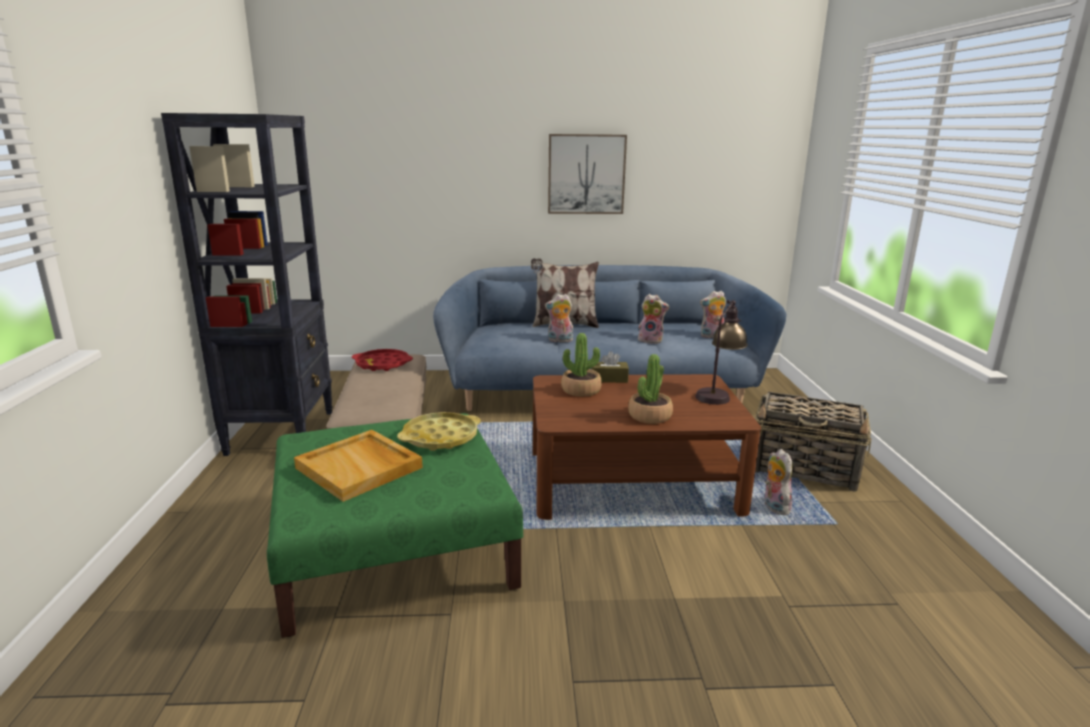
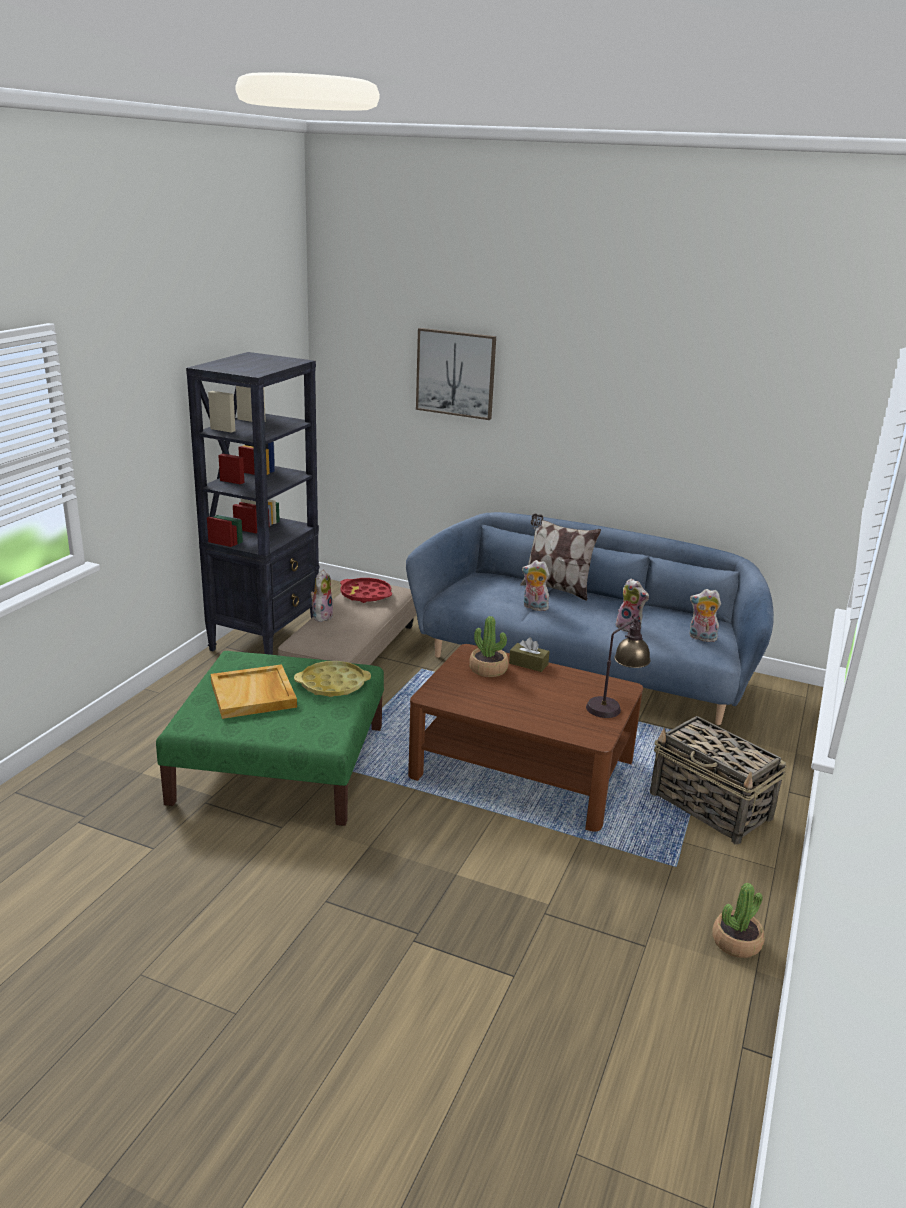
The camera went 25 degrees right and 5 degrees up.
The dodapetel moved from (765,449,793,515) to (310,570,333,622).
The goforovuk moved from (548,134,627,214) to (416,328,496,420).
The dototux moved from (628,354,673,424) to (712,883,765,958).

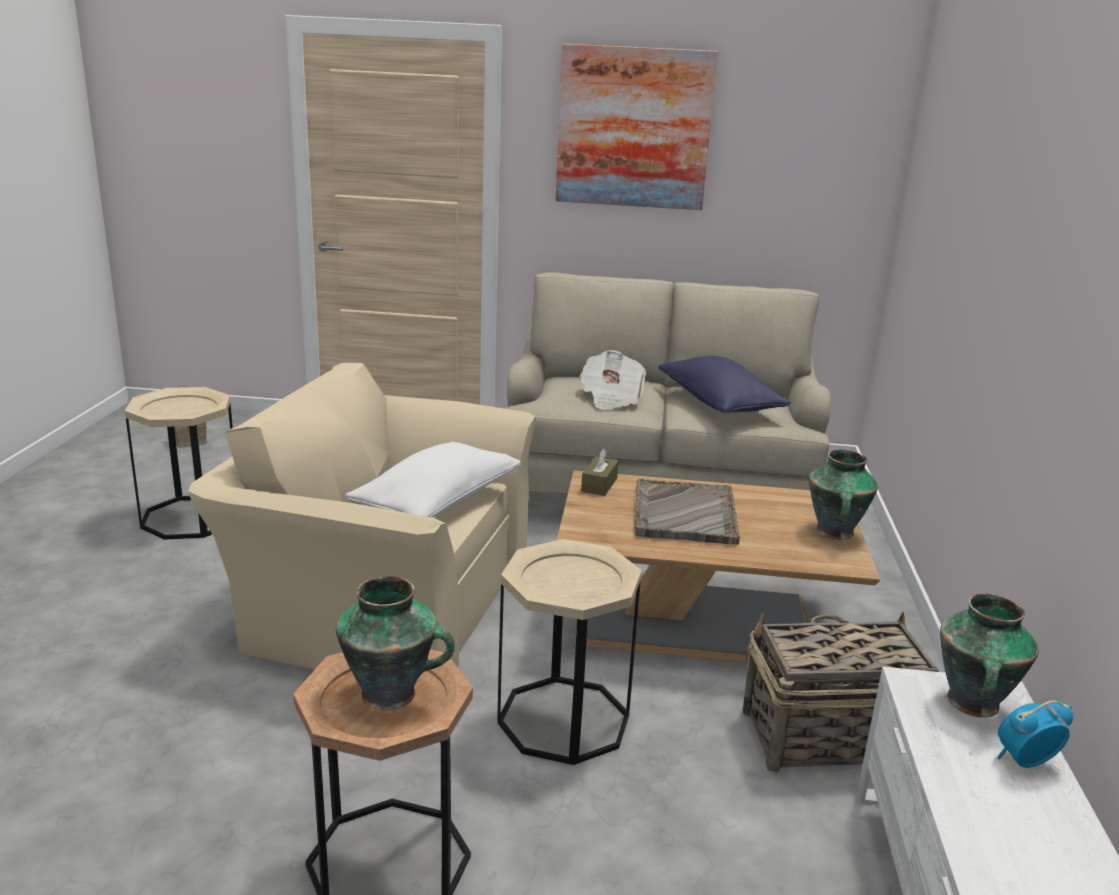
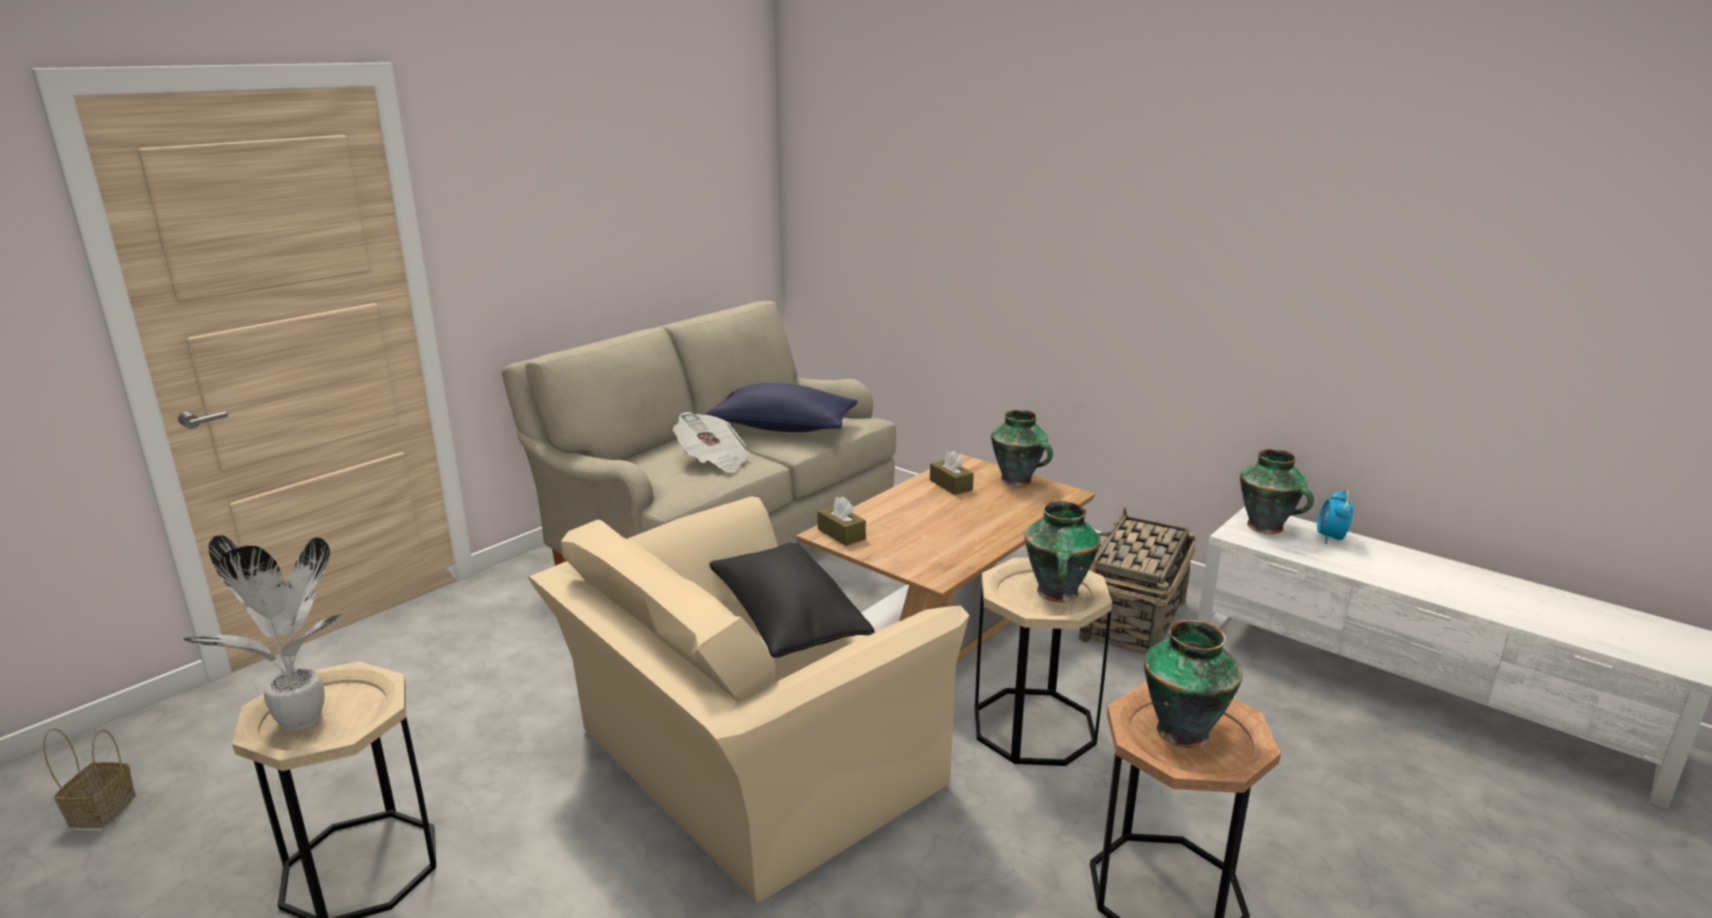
The camera went 55 degrees left and 0 degrees up.
The dototux at (183,535,341,731) appeared.
The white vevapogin at (345,442,521,517) became the black vevapogin at (710,543,875,658).
The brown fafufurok at (930,451,974,495) appeared.
The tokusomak at (1024,501,1101,603) appeared.
The goforovuk at (556,44,718,210) disappeared.
The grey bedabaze at (635,479,740,545) disappeared.

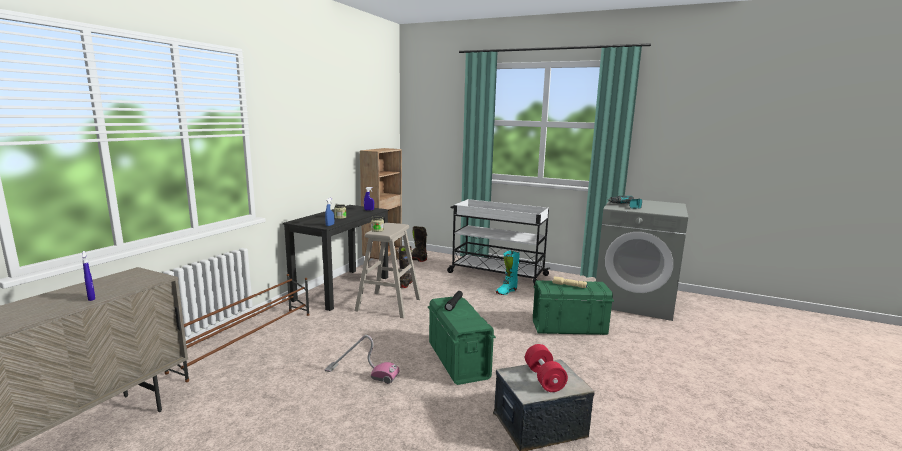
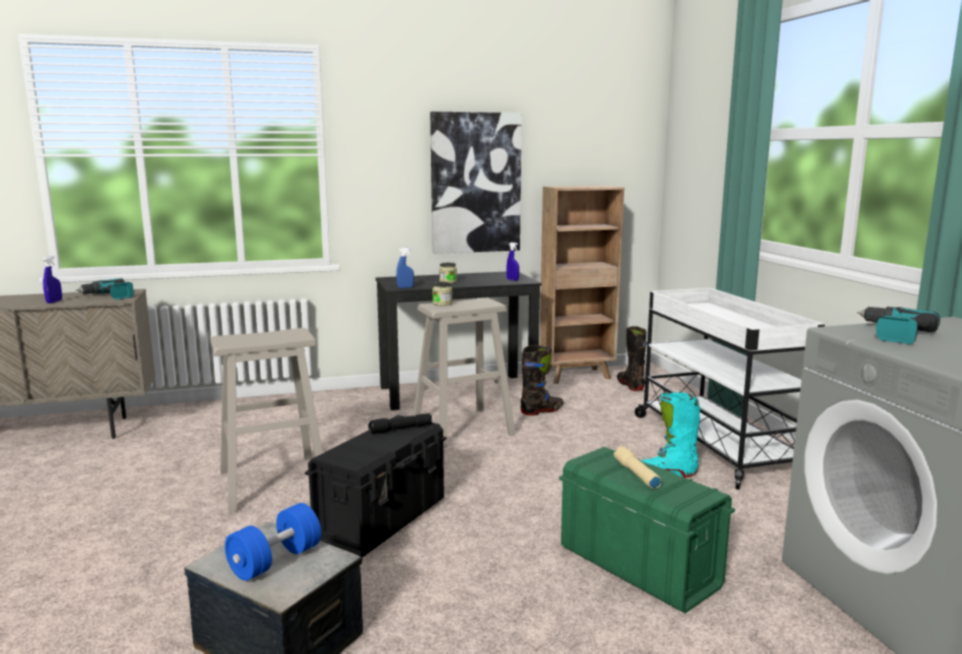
The camera went 50 degrees right and 0 degrees up.
The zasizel at (76,278,134,300) appeared.
The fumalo at (325,335,400,384) was replaced by the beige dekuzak at (211,328,323,513).
The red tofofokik at (525,344,568,392) became the blue tofofokik at (225,503,321,581).
The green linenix at (428,297,496,385) became the black linenix at (305,415,446,558).
The goforovuk at (430,112,522,254) appeared.
The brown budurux at (165,274,310,382) disappeared.

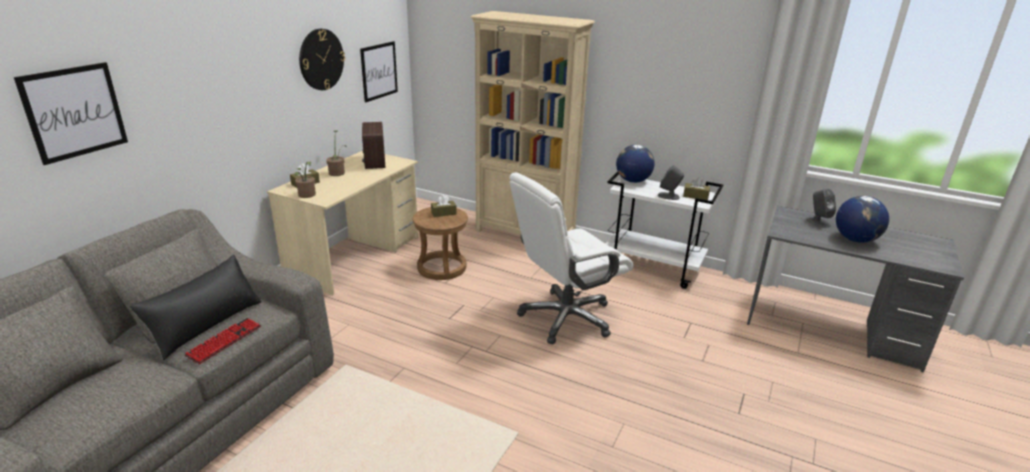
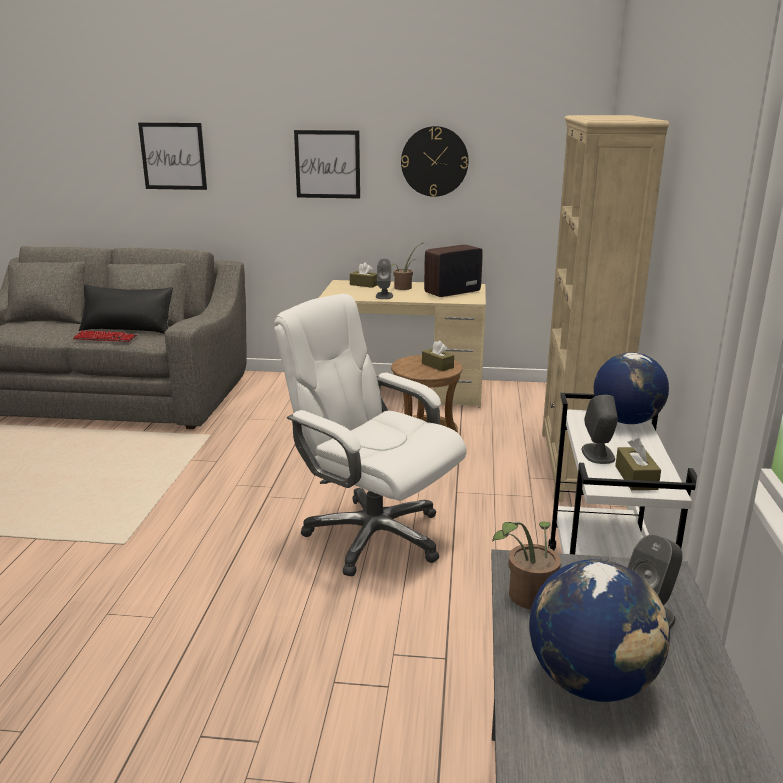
The camera went 70 degrees right and 5 degrees down.
The goforovuk moved from (360,41,398,102) to (294,130,360,199).
The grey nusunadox at (376,259,393,299) appeared.
The dototux moved from (295,162,316,198) to (492,522,561,609).

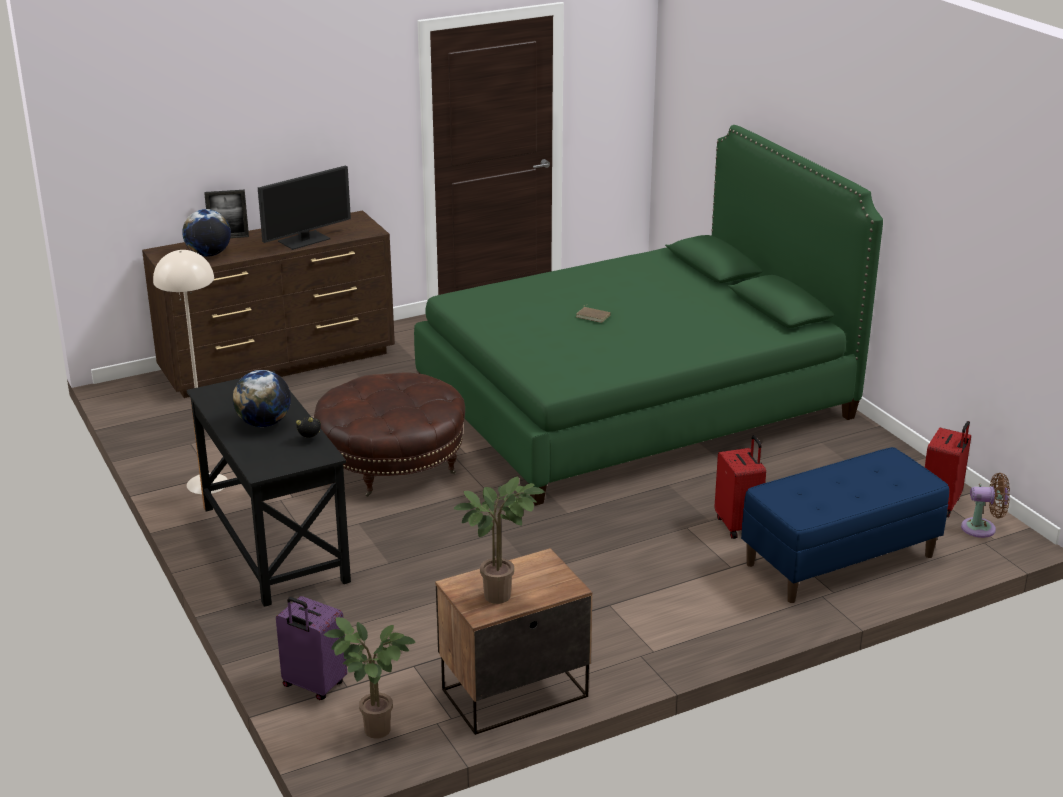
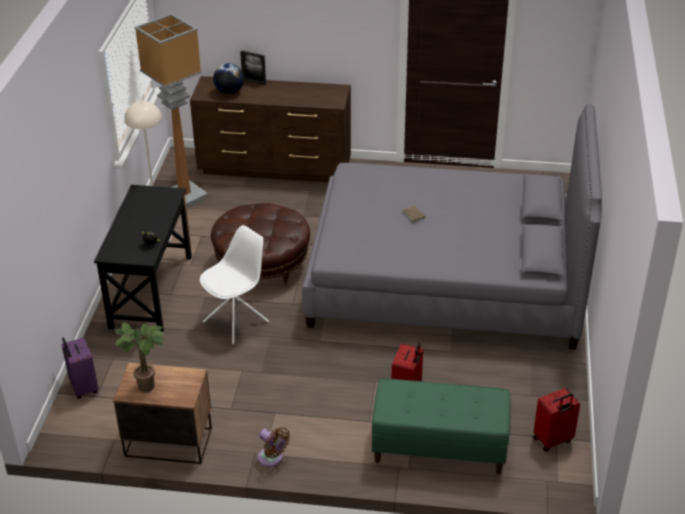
The camera went 35 degrees right and 10 degrees up.
The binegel at (134,13,208,208) appeared.
The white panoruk at (200,225,269,344) appeared.
The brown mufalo moved from (961,473,1010,538) to (258,427,290,467).
The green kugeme at (414,125,883,506) became the grey kugeme at (302,104,602,350).
The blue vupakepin at (741,447,949,603) became the green vupakepin at (372,378,510,475).
The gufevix at (233,370,291,427) disappeared.
The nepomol at (258,165,351,250) disappeared.
The dototux at (324,617,416,739) disappeared.

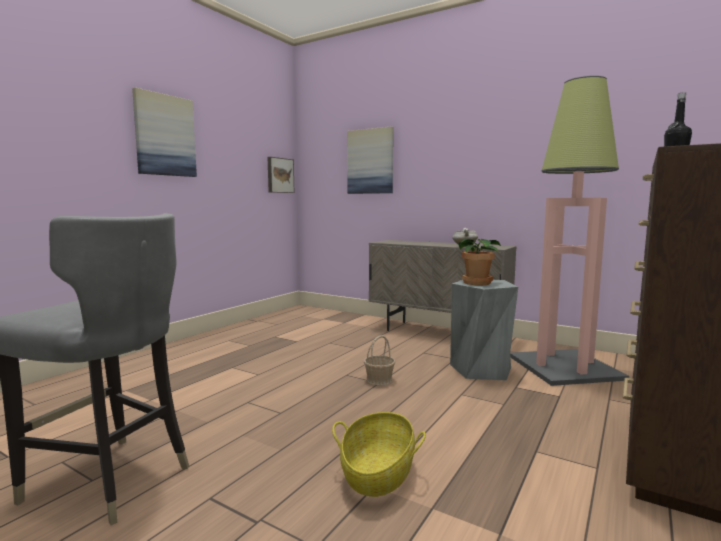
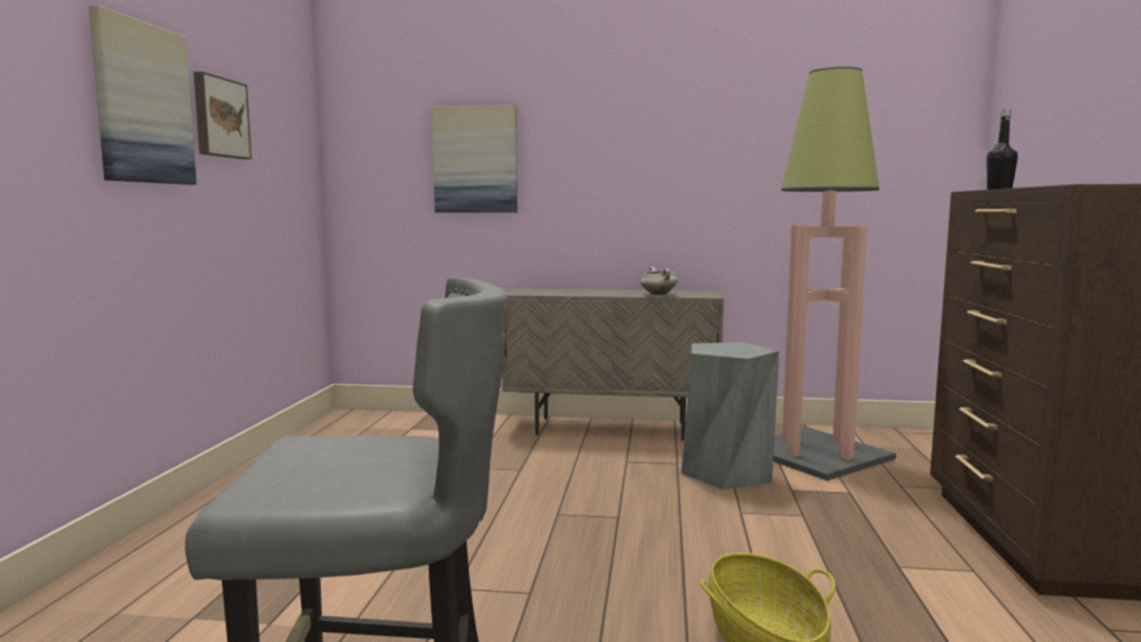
The camera went 25 degrees left and 0 degrees up.
The goforovuk moved from (268,157,294,193) to (194,72,252,159).
The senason at (364,335,395,386) disappeared.
The dototux at (459,239,501,286) disappeared.

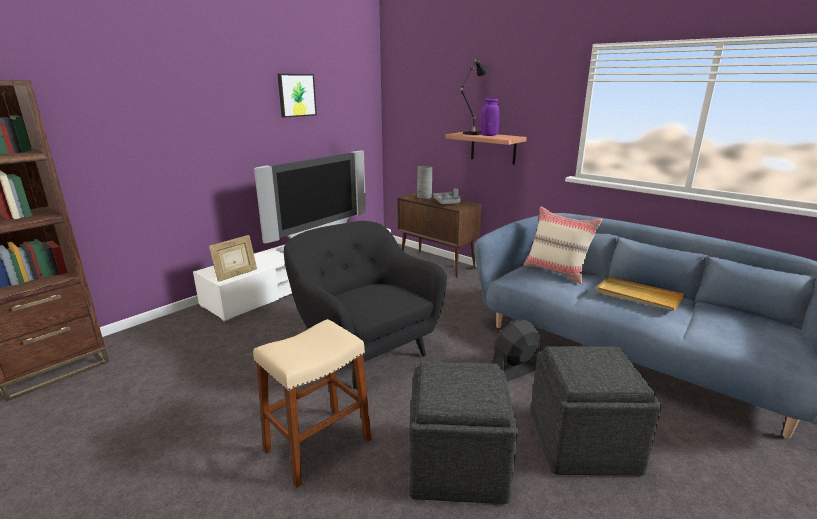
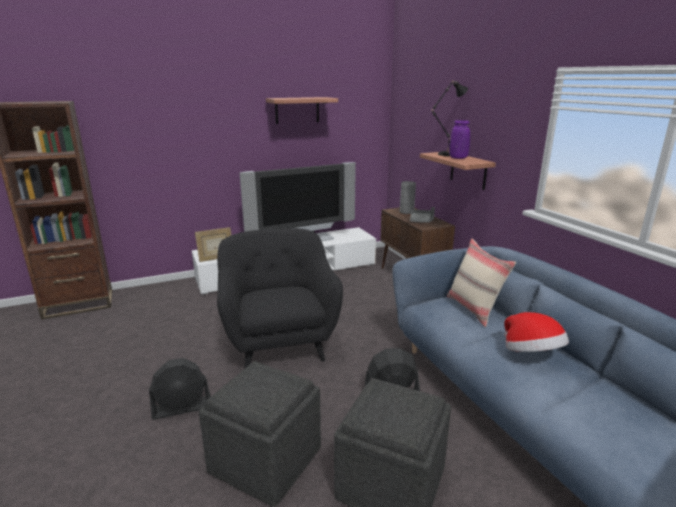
The camera went 25 degrees right and 0 degrees up.
The beige dekuzak at (253,319,372,488) was replaced by the black mufalo at (149,358,211,420).
The goforovuk at (278,74,317,118) was replaced by the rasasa at (266,97,338,124).
The beige bedabaze at (596,277,684,311) was replaced by the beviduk at (504,312,569,352).

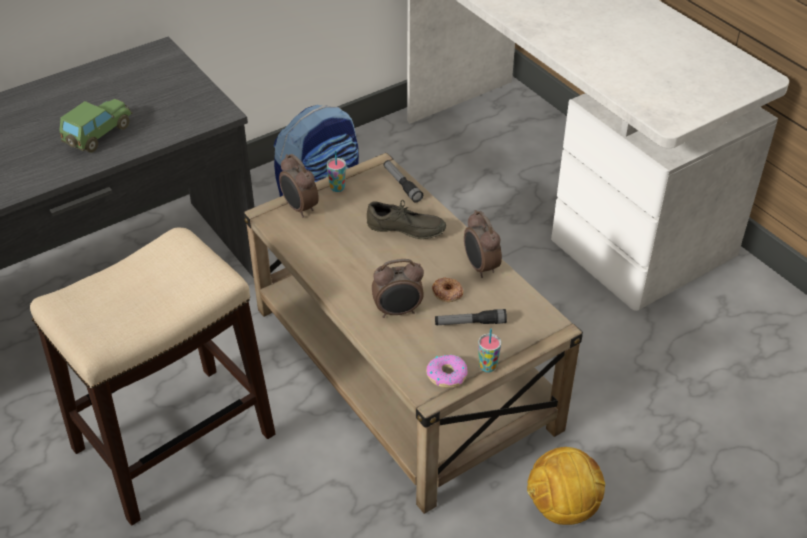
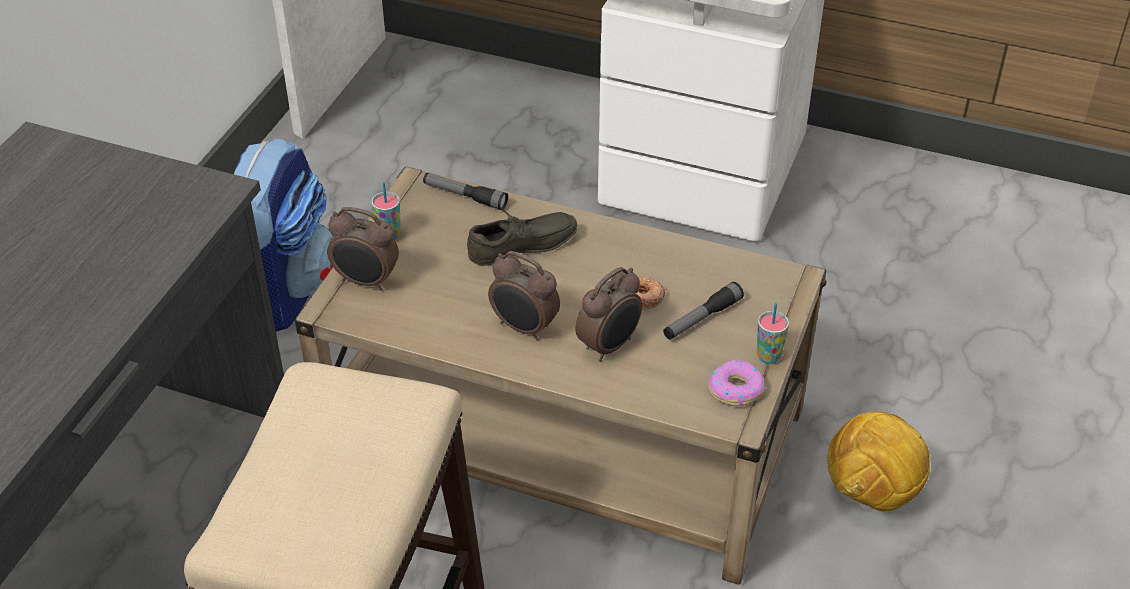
The camera went 35 degrees left and 0 degrees up.
The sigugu moved from (464,210,502,278) to (488,251,560,341).
The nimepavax at (59,99,133,153) disappeared.

